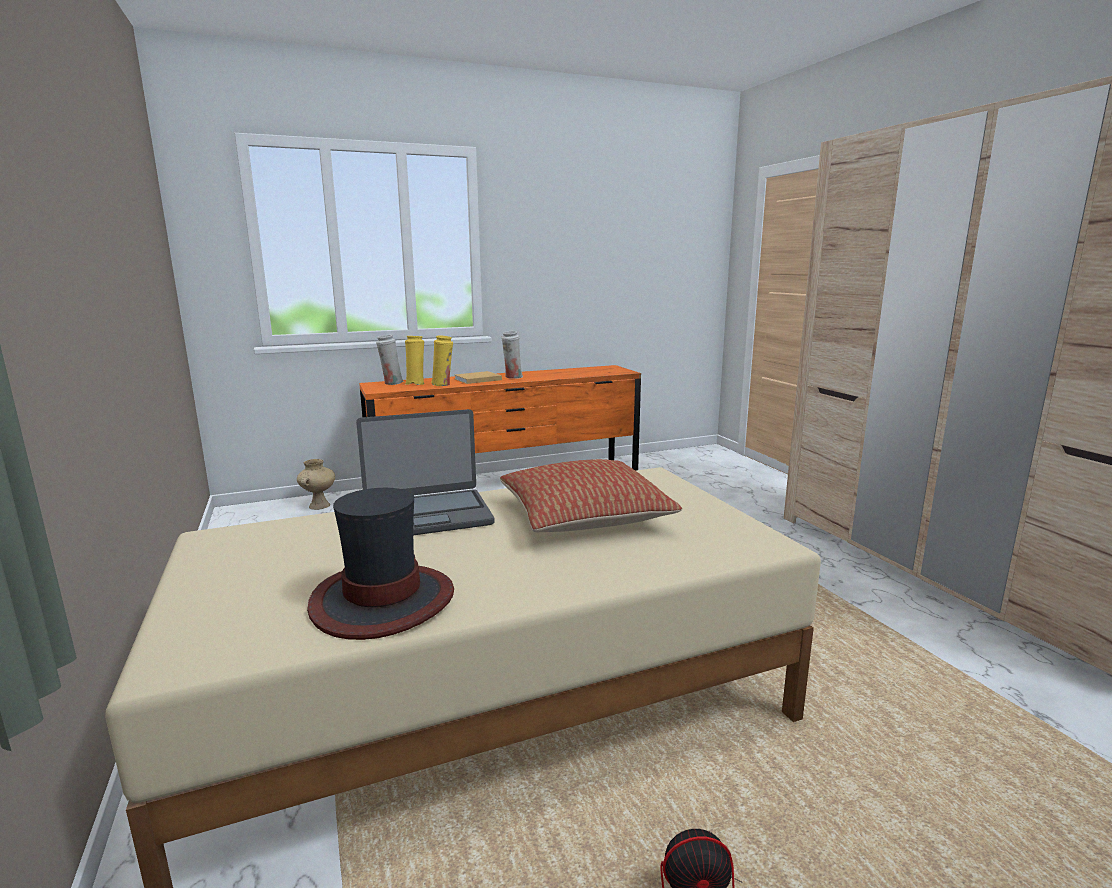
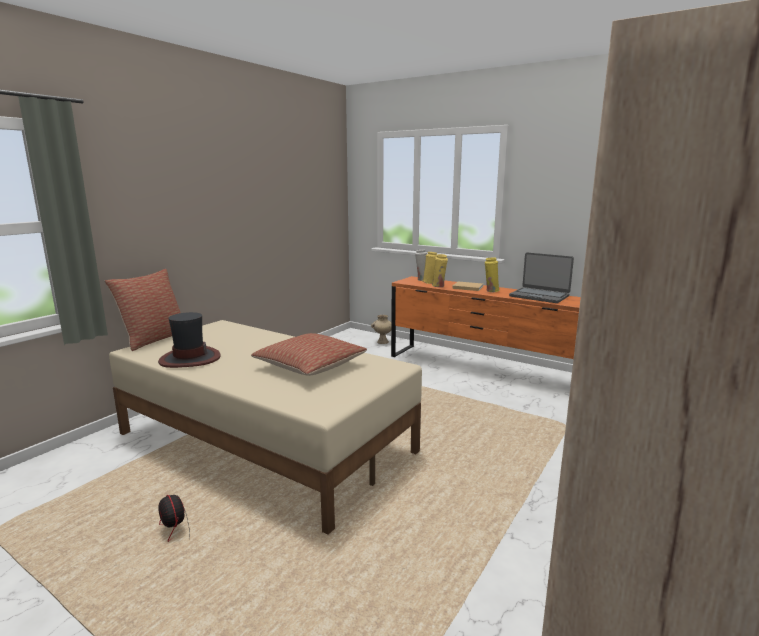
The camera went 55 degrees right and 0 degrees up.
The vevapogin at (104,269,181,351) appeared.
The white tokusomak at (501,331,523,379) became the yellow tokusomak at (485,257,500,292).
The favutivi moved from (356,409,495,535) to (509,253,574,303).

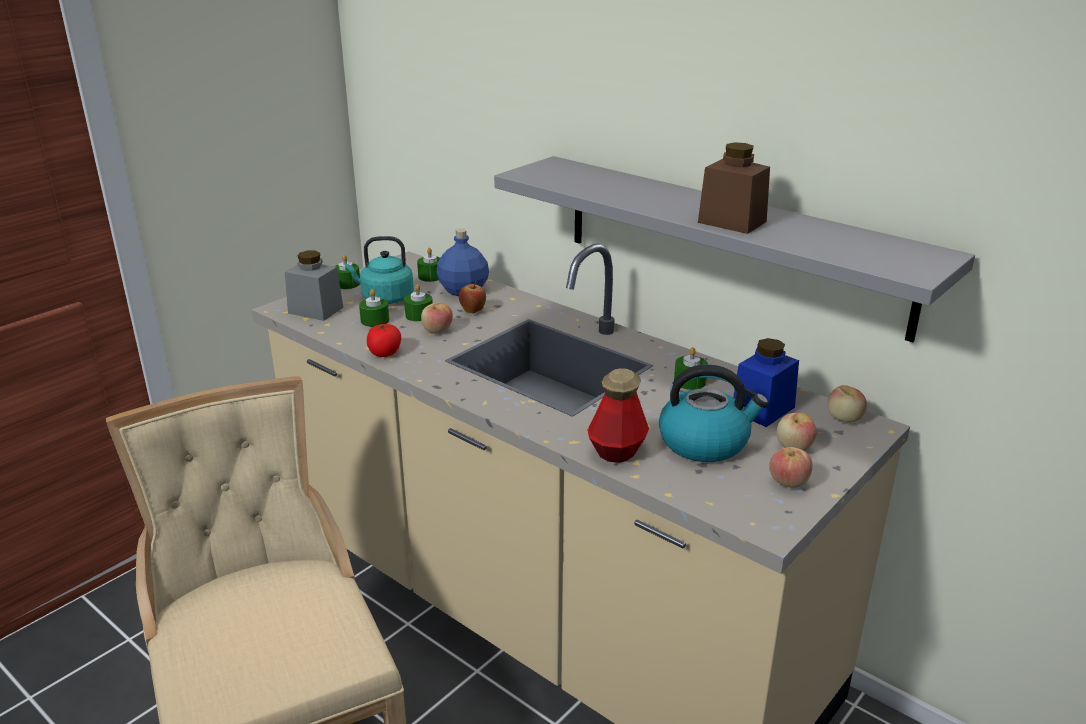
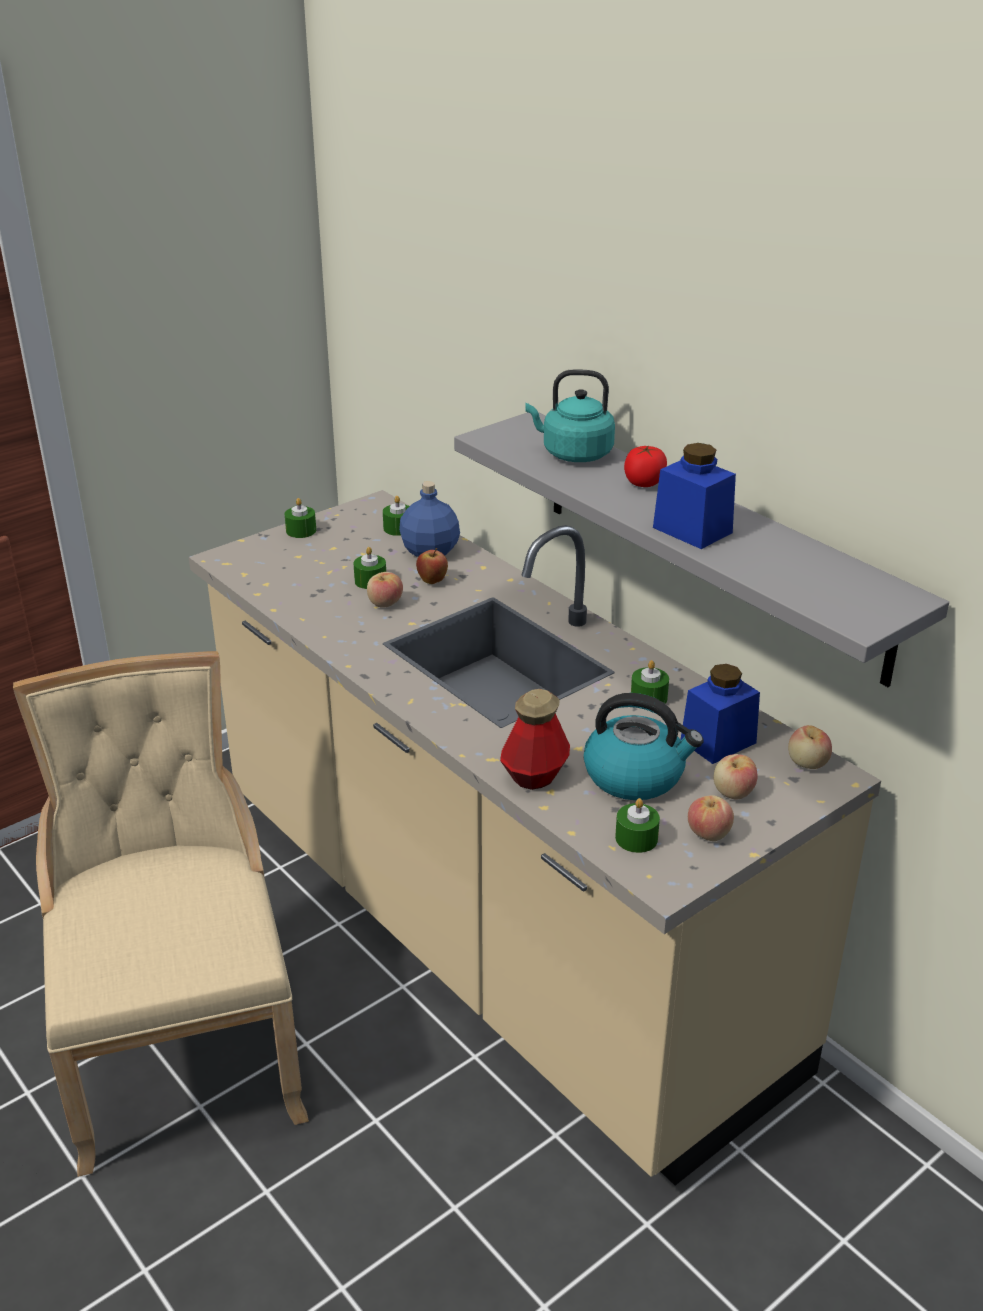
The camera went 10 degrees right and 5 degrees up.
The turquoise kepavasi moved from (345,236,414,304) to (525,370,615,462).
The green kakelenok moved from (359,289,389,327) to (615,798,660,853).
The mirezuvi moved from (367,324,401,357) to (624,446,667,487).
The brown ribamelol at (698,142,770,234) became the blue ribamelol at (653,443,736,549).
The grey ribamelol at (285,250,344,321) disappeared.

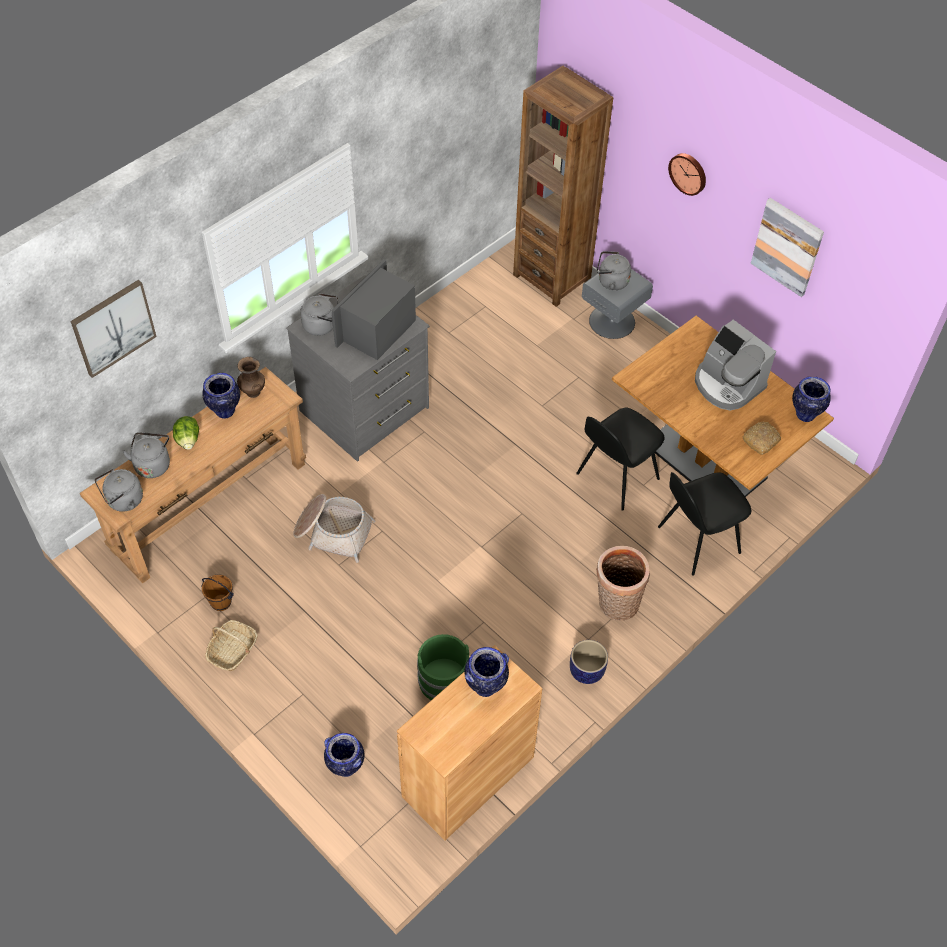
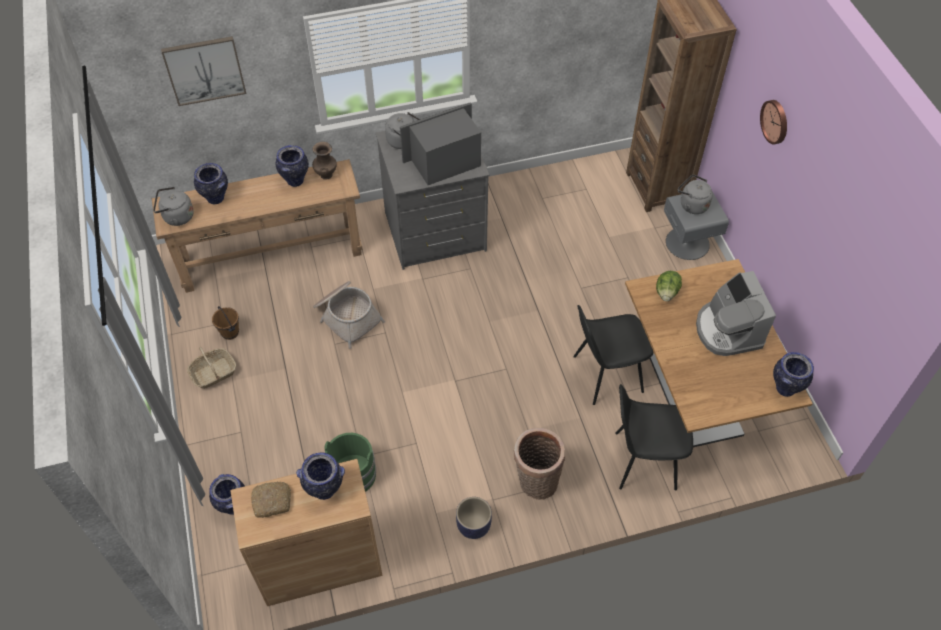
The camera went 30 degrees right and 0 degrees up.
The grey kepavasi at (122,432,170,478) was replaced by the tokusomak at (194,163,228,204).
The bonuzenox moved from (743,421,781,455) to (251,481,291,518).
The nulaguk moved from (173,416,199,450) to (656,271,682,301).
The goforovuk at (751,198,824,297) disappeared.

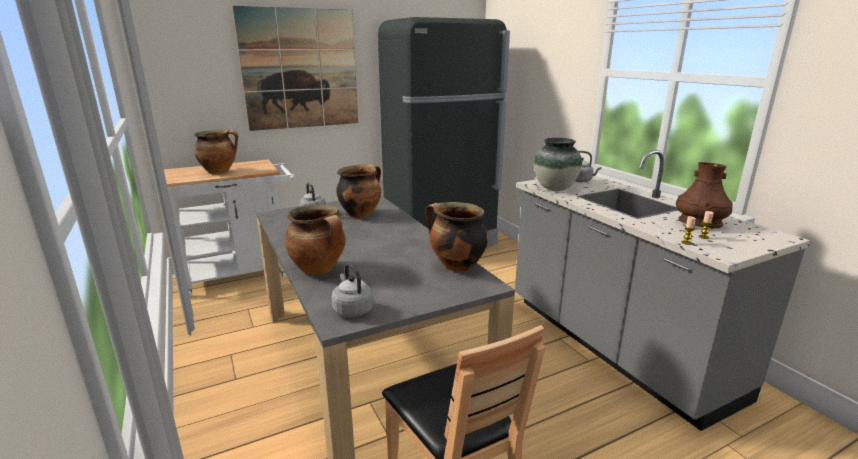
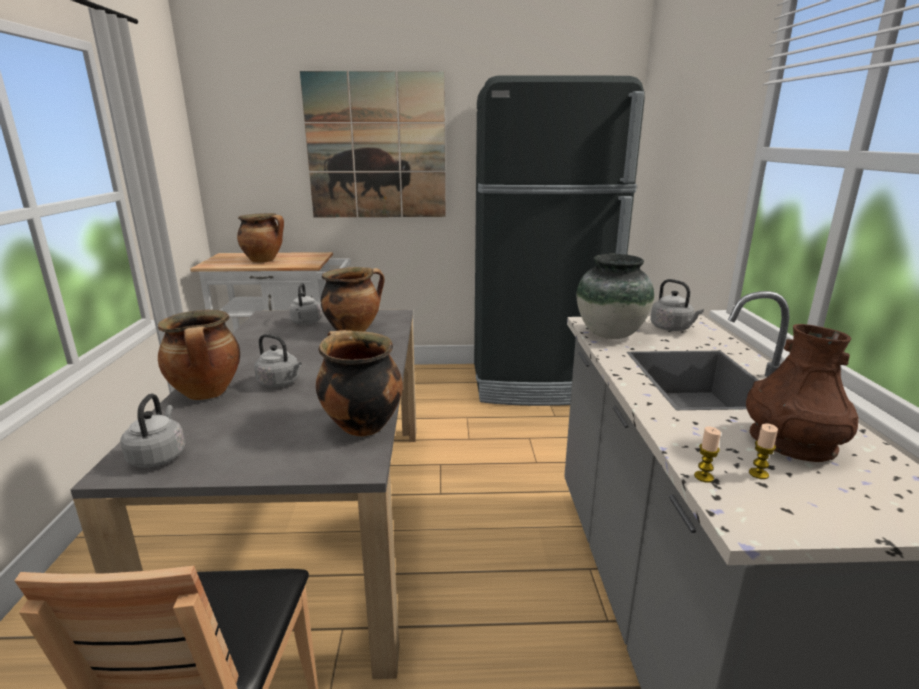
The camera went 25 degrees right and 0 degrees up.
The grey kepavasi at (254,334,302,388) appeared.

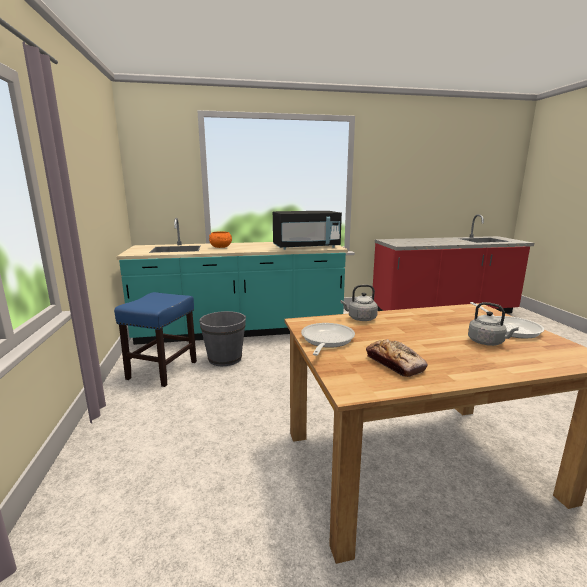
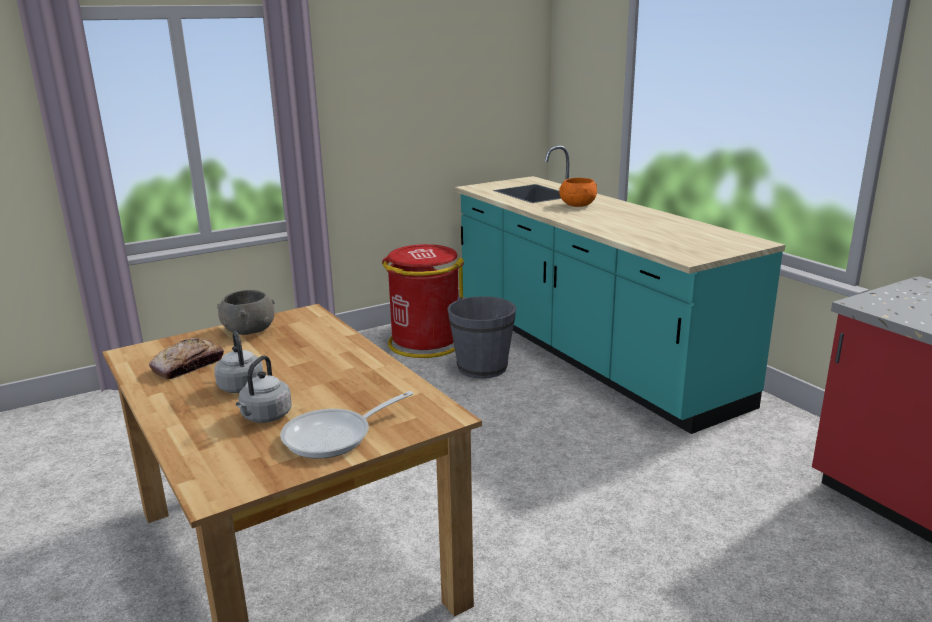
The camera went 70 degrees right and 5 degrees up.
The grey kepavasi moved from (341,284,378,321) to (214,332,263,393).
The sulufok at (301,323,355,356) was replaced by the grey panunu at (217,290,275,335).
The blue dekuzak at (114,292,197,387) was replaced by the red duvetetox at (382,244,464,358).
The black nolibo at (273,211,342,250) disappeared.

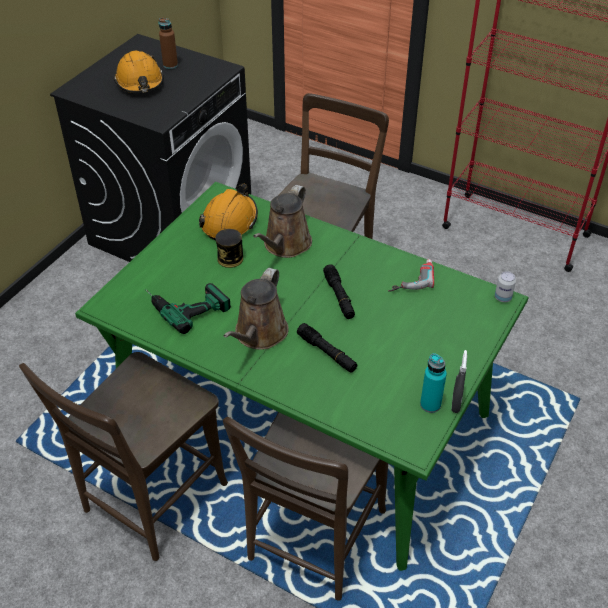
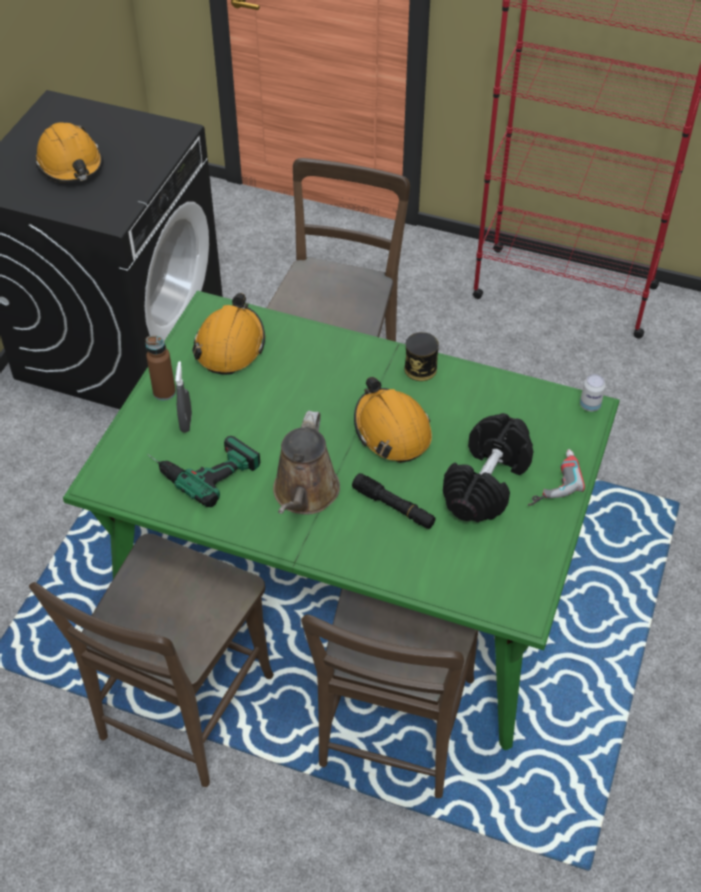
The camera went 10 degrees left and 5 degrees up.
The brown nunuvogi moved from (159,18,178,69) to (145,336,176,401).
The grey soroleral moved from (451,350,467,413) to (175,361,192,433).
The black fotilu at (323,264,355,319) was replaced by the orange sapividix at (354,377,432,463).
The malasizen moved from (215,229,243,268) to (404,332,439,381).
The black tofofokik at (443,413,533,522) appeared.
The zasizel moved from (388,259,434,292) to (528,449,585,506).
The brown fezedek at (253,185,312,258) disappeared.
The turquoise nunuvogi at (420,353,447,413) disappeared.

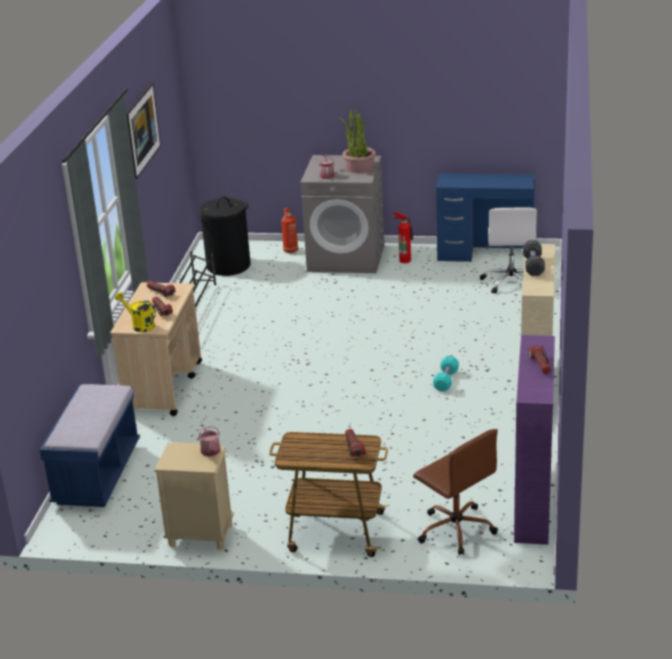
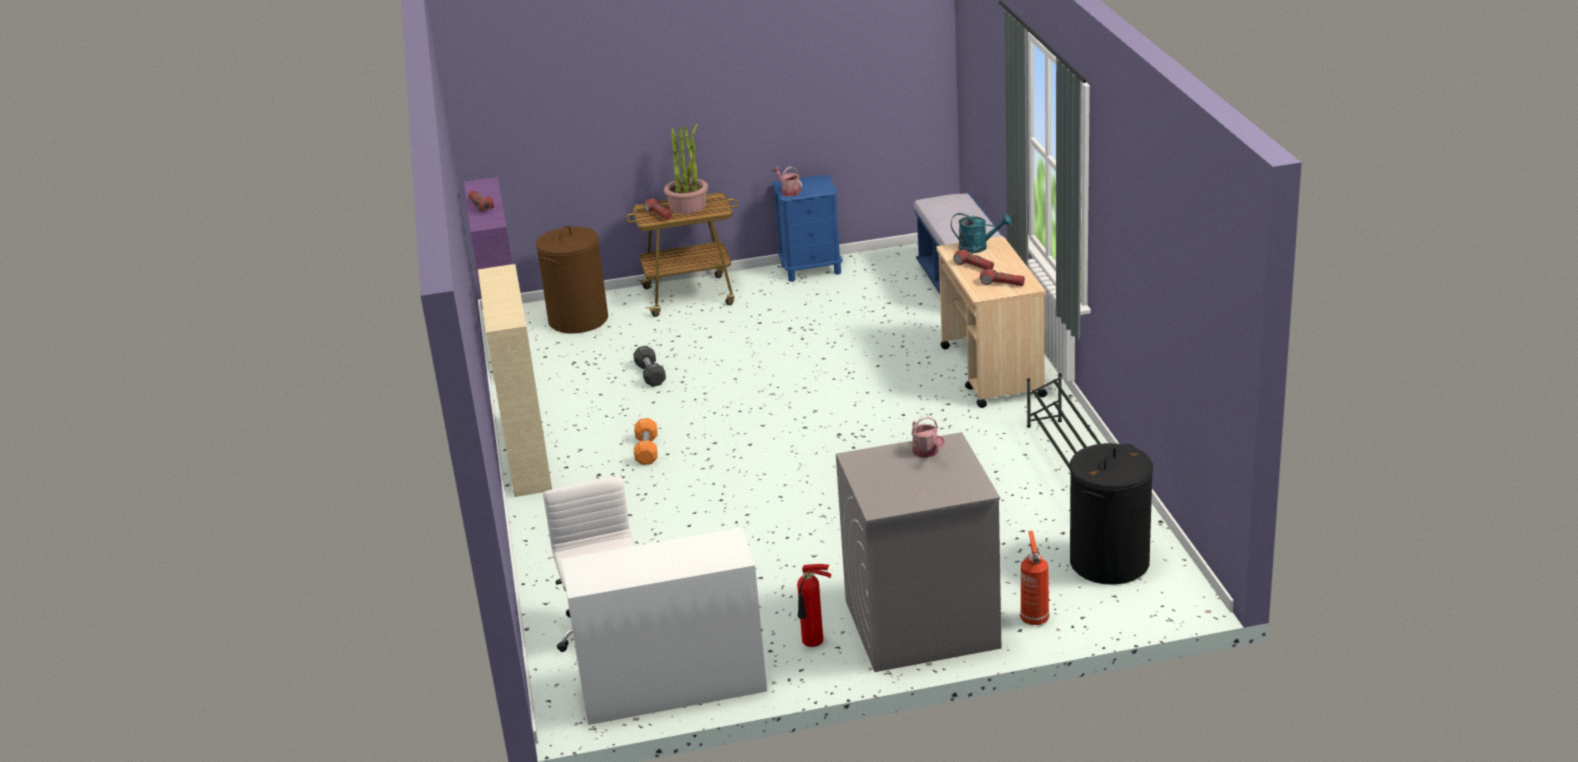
The camera went 160 degrees right and 0 degrees up.
The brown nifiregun at (413,429,498,555) was replaced by the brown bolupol at (536,226,608,333).
The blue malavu at (436,173,535,262) became the white malavu at (561,527,767,725).
The black tofofokik moved from (523,240,545,276) to (633,345,666,387).
The turquoise tofofokik at (433,356,459,391) became the orange tofofokik at (634,418,657,465).
The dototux moved from (339,110,376,173) to (664,123,708,214).
The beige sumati at (154,442,234,550) became the blue sumati at (772,174,843,282).
The yellow fezedek at (115,292,156,332) became the turquoise fezedek at (951,213,1012,253).
The goforovuk at (127,83,161,179) disappeared.

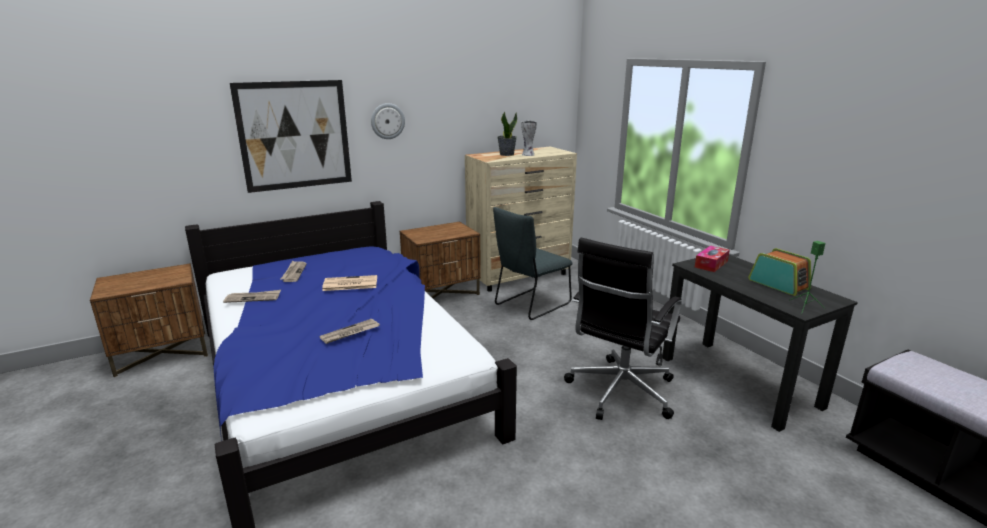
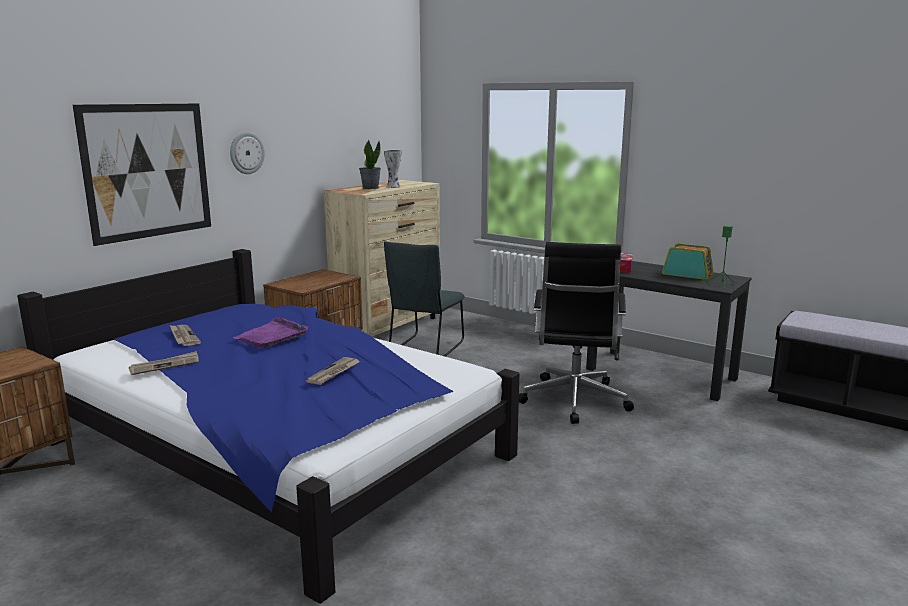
The camera went 25 degrees left and 5 degrees down.
The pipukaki at (322,275,377,291) was replaced by the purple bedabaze at (233,318,308,348).

